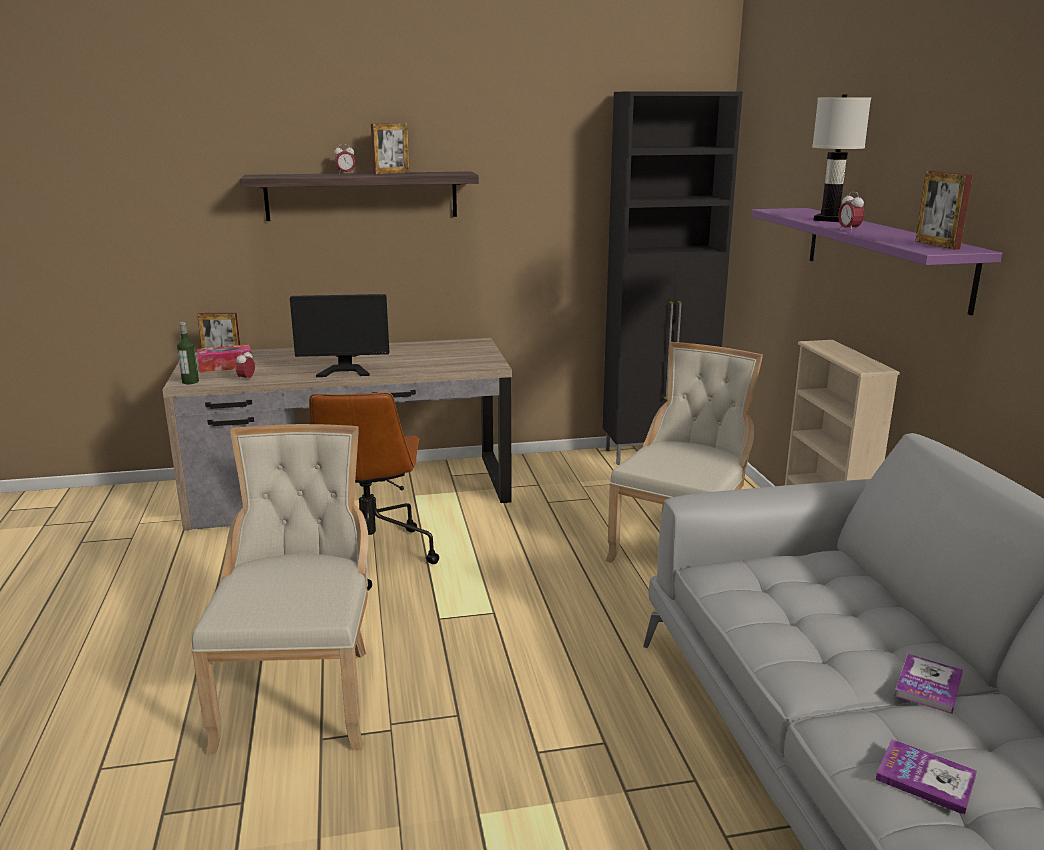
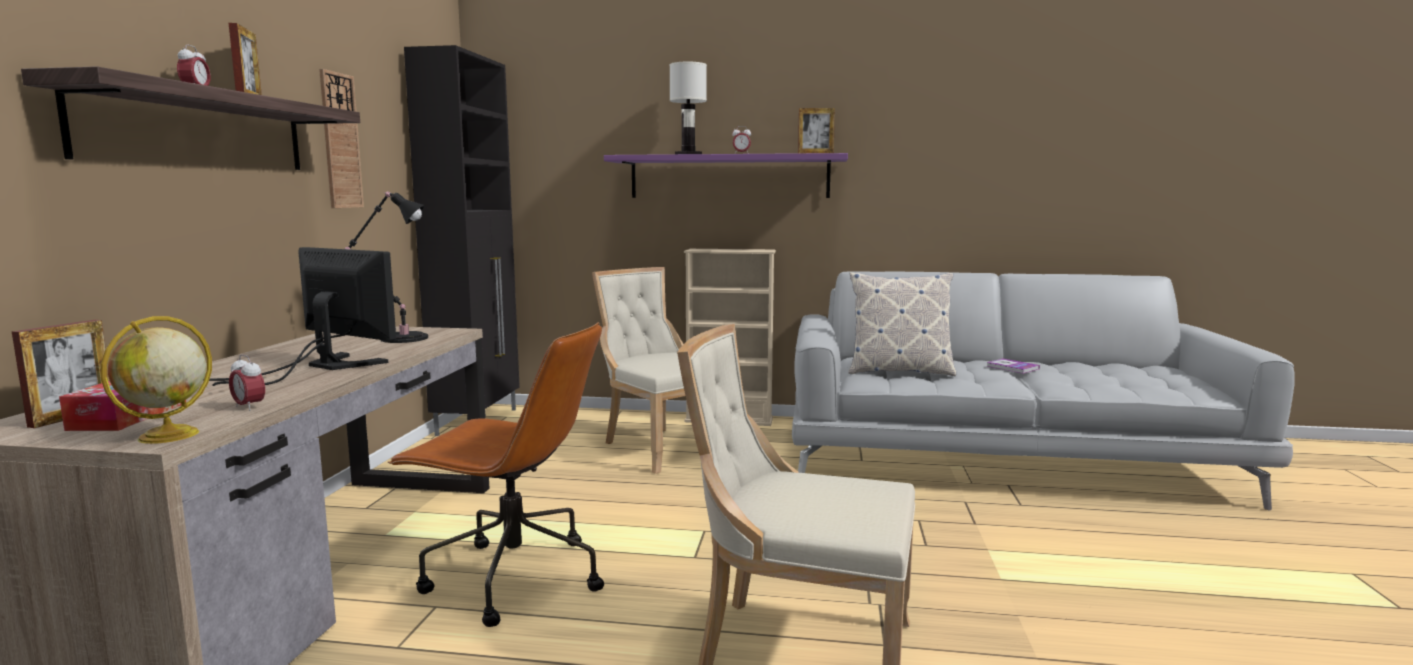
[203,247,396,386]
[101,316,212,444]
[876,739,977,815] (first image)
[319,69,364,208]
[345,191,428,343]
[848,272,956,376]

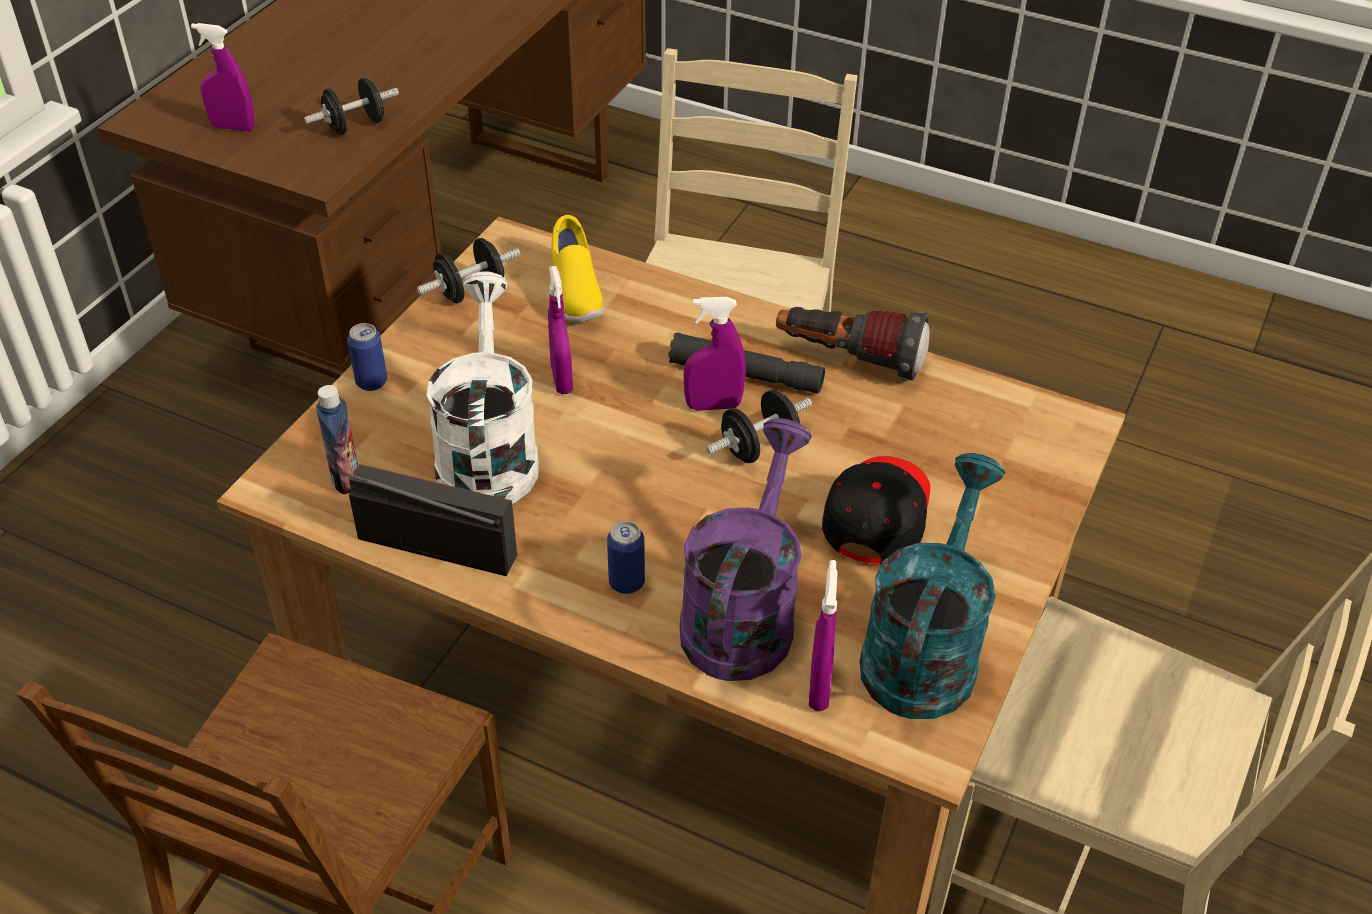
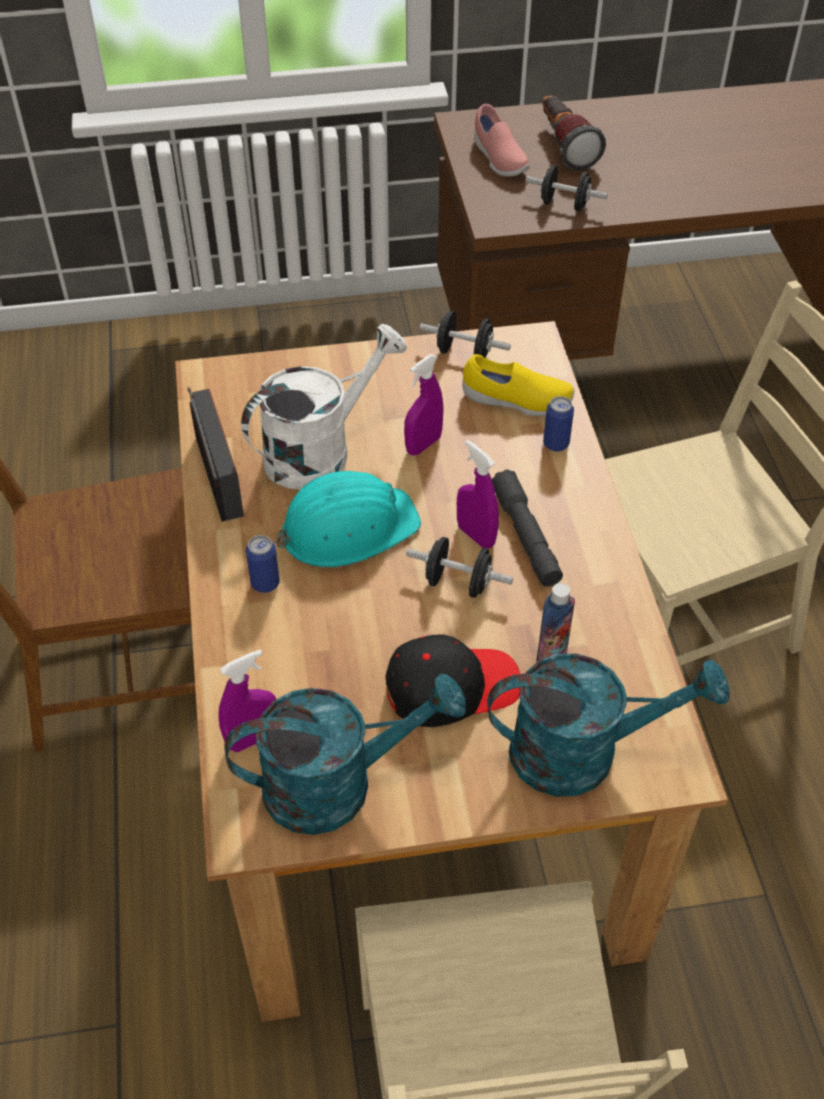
[474,104,529,177]
[462,354,575,416]
[542,95,606,171]
[543,396,574,452]
[536,583,575,663]
[680,418,812,681] (first image)
[275,471,421,568]
[487,654,730,797]

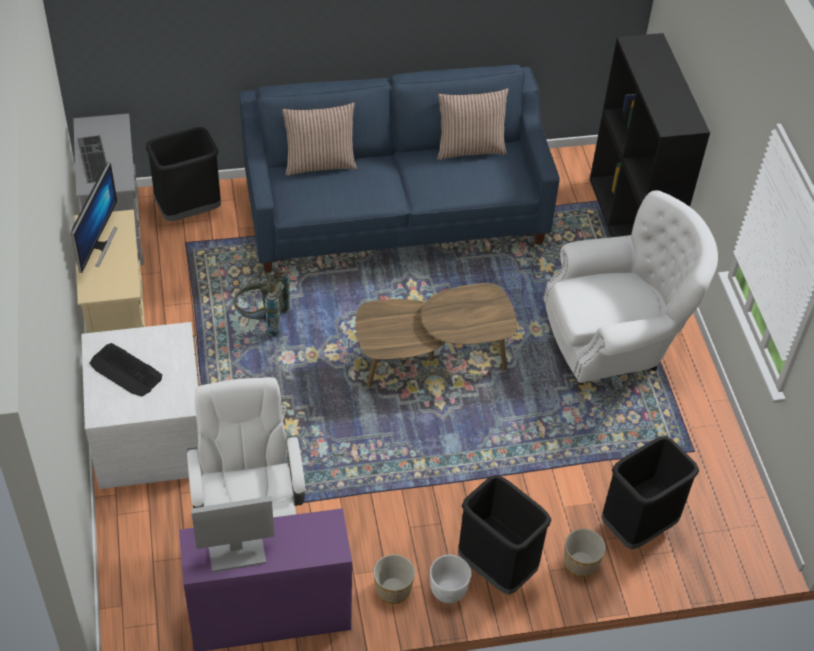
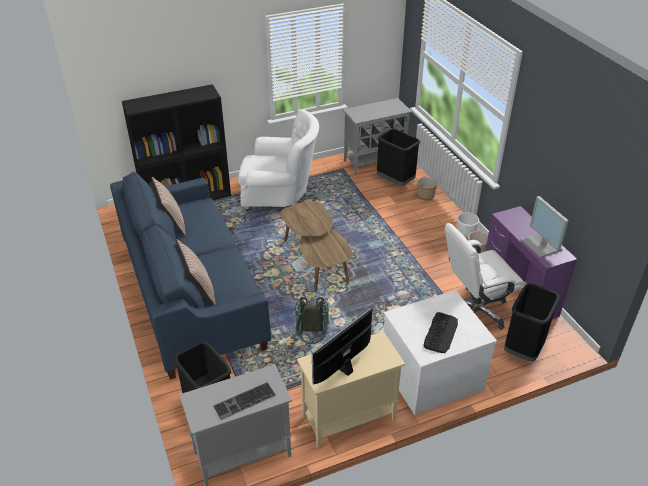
[312,308,372,384]
[238,109,319,211]
[504,283,560,362]
[343,98,412,174]

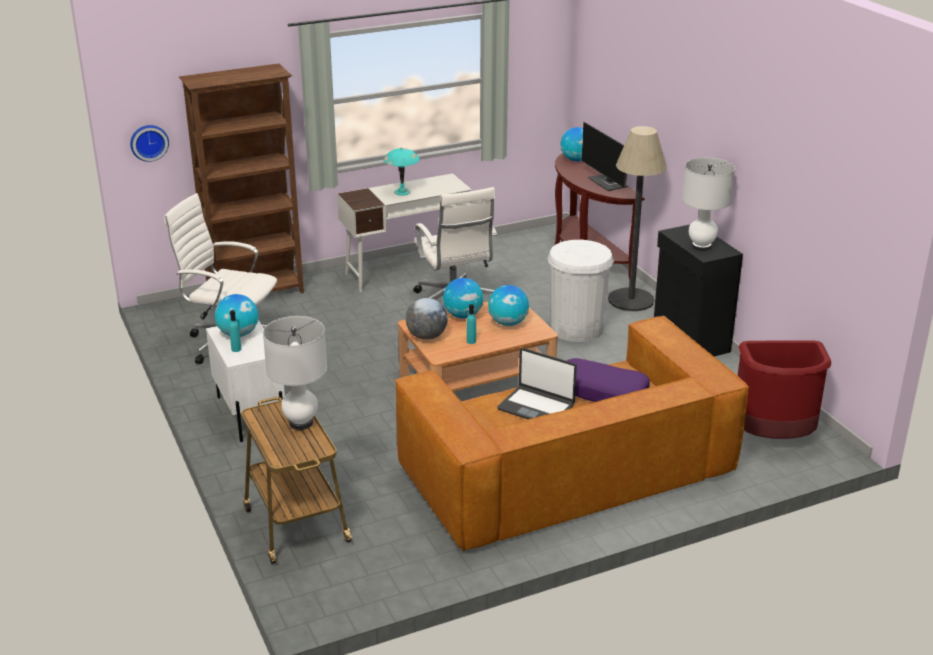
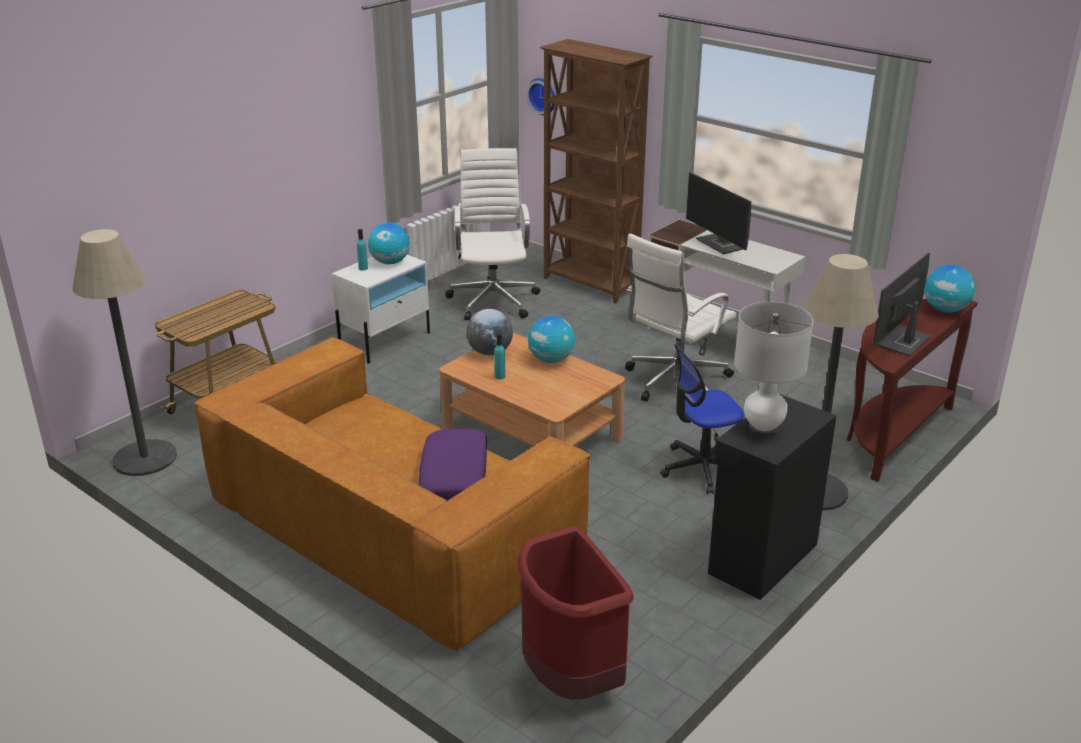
[686,172,751,254]
[660,344,744,494]
[488,285,529,326] (first image)
[263,316,327,430] (first image)
[497,348,577,419] (first image)
[73,229,177,476]

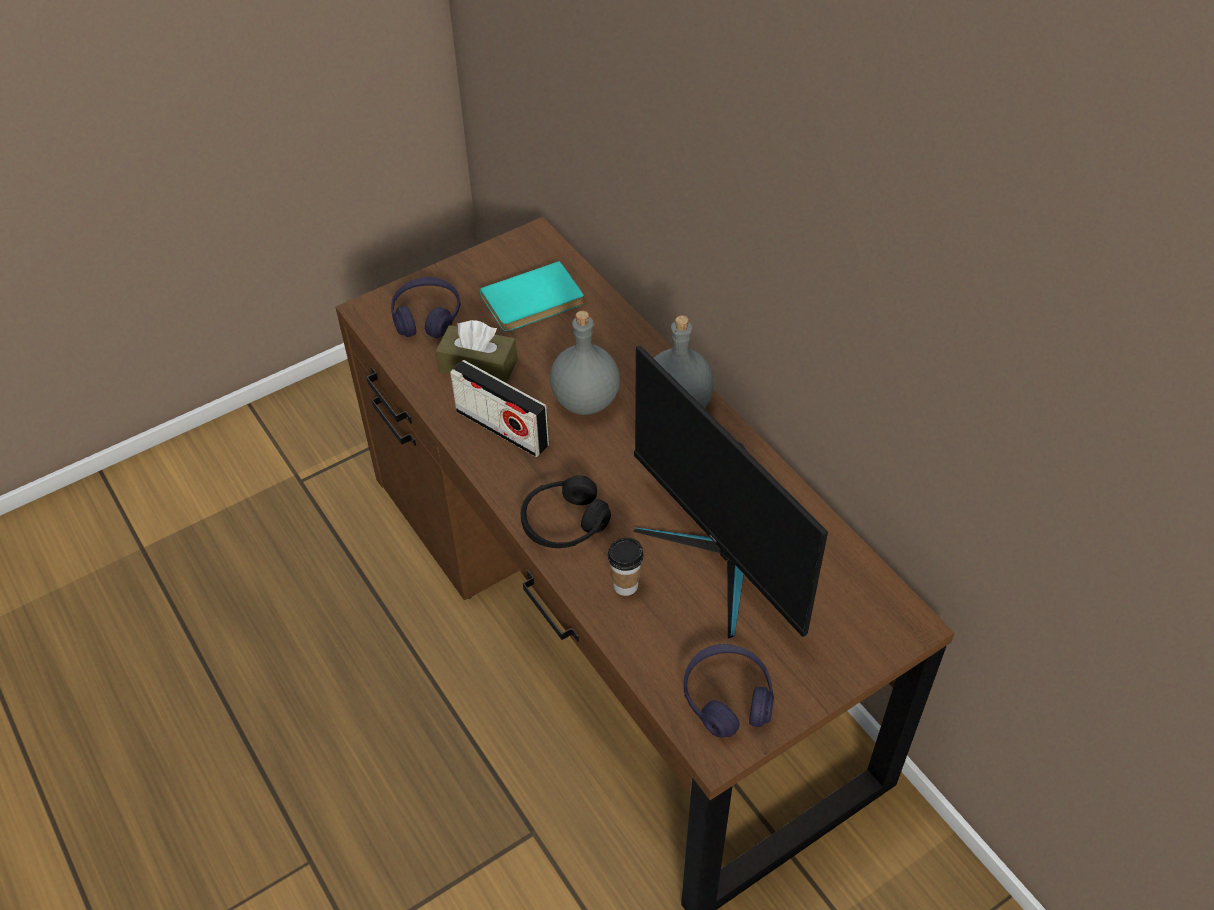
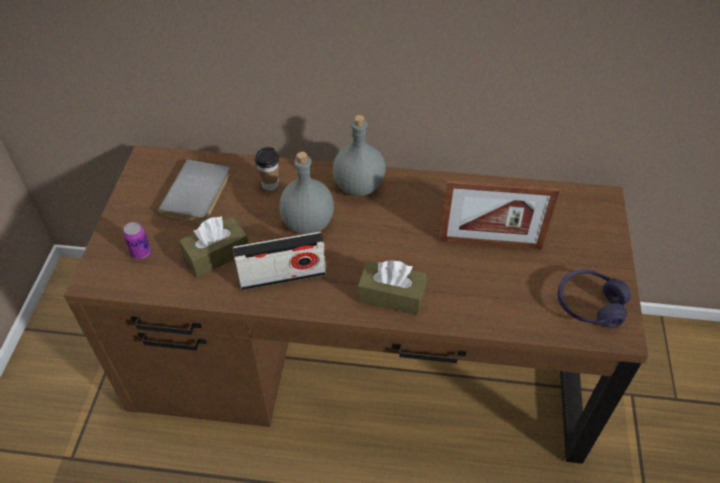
[158,159,231,223]
[123,222,151,259]
[439,180,560,250]
[358,260,427,315]
[255,147,279,191]

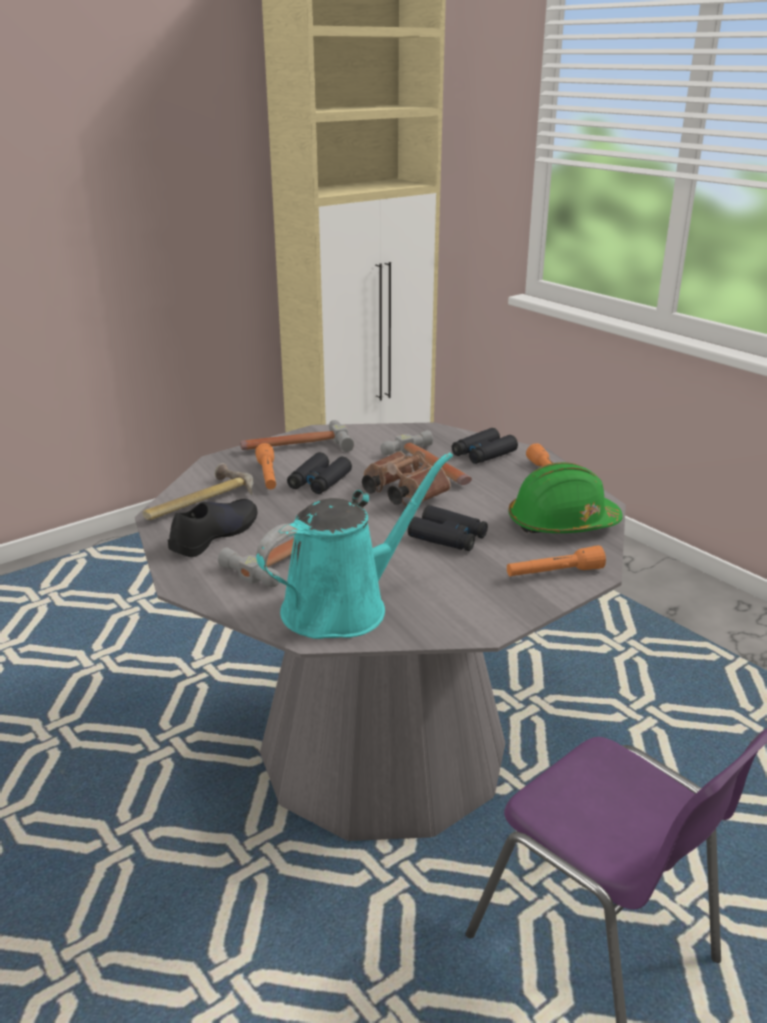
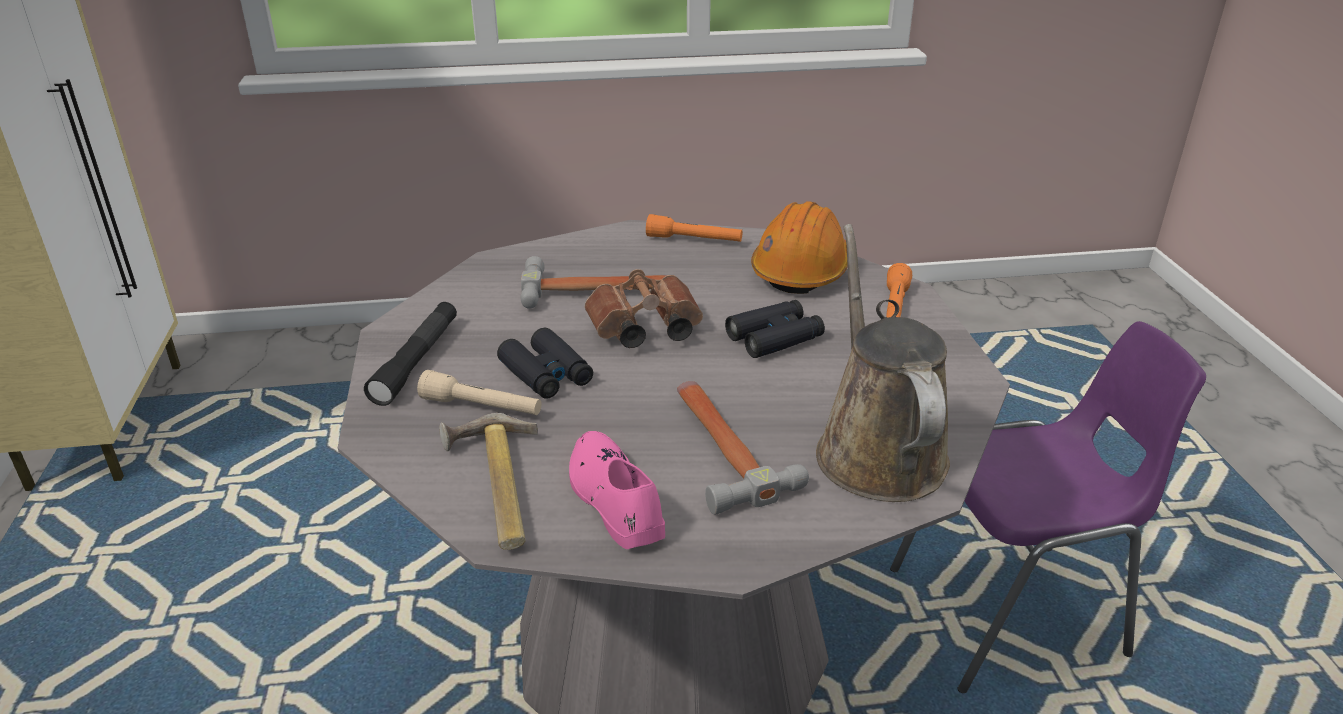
[364,302,457,406]
[452,428,518,464] (first image)
[417,370,542,415]
[816,224,950,502]
[751,201,848,294]
[569,431,665,549]

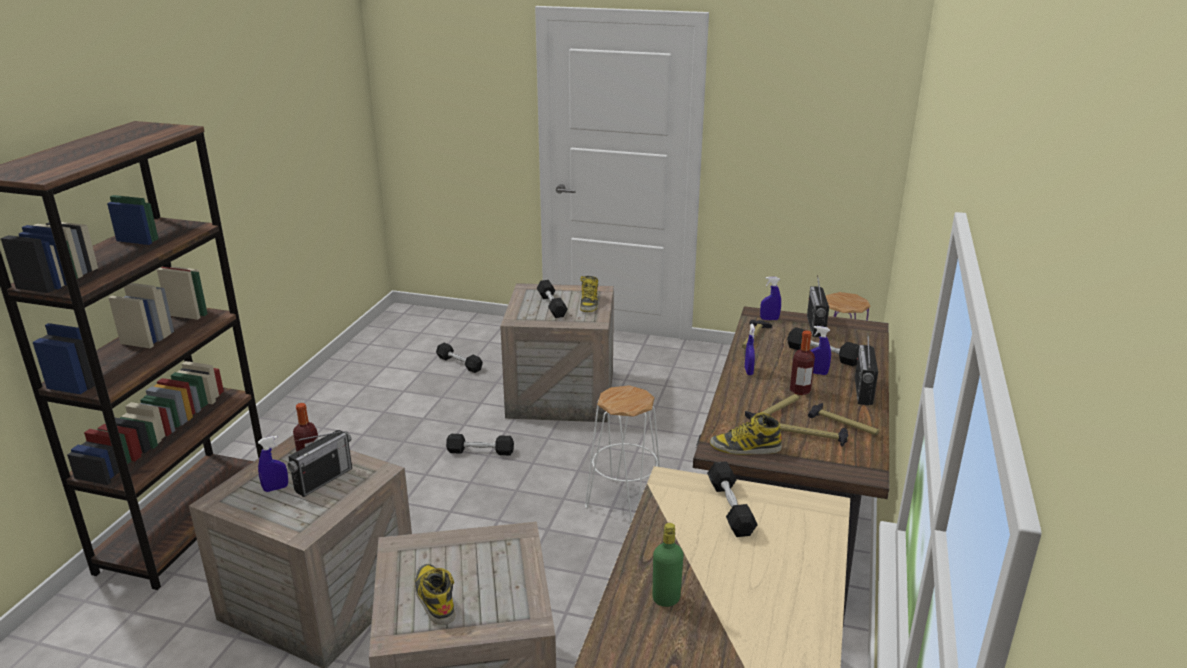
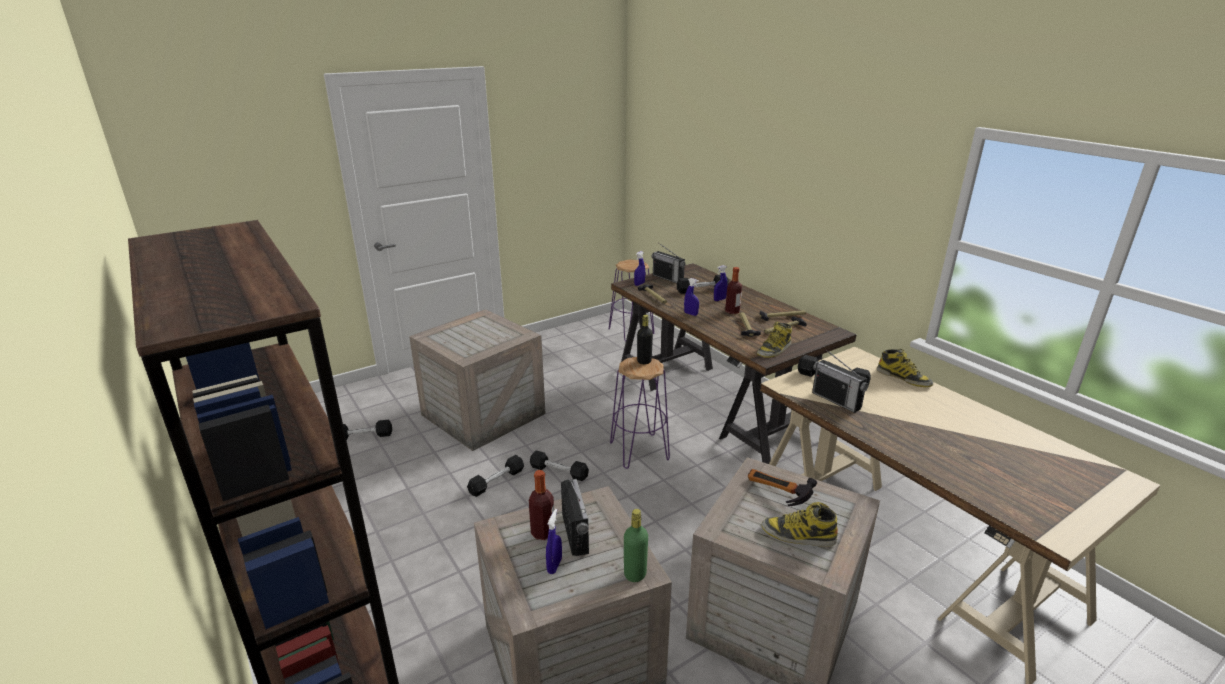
[877,348,933,387]
[530,450,589,481]
[812,350,869,413]
[610,357,670,469]
[624,509,648,582]
[637,315,653,364]
[748,469,817,506]

